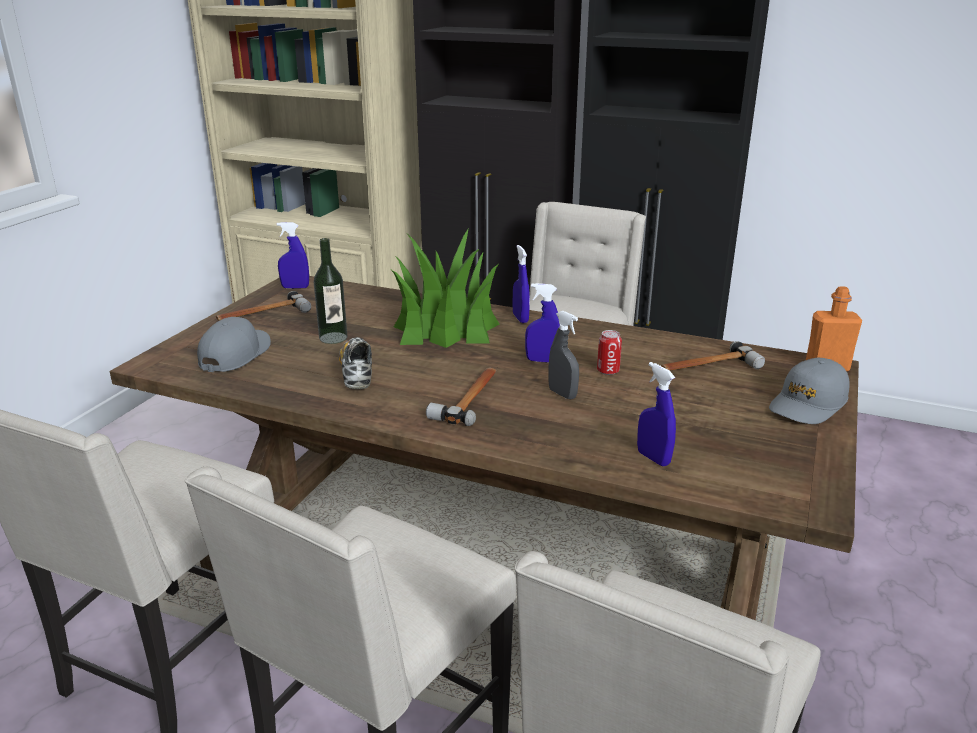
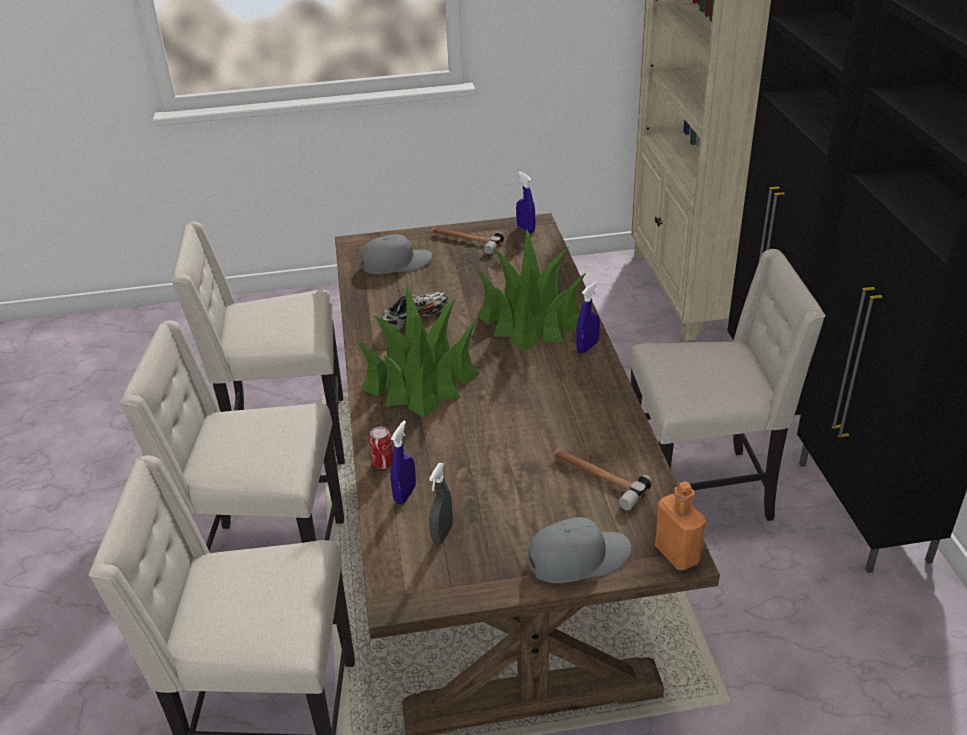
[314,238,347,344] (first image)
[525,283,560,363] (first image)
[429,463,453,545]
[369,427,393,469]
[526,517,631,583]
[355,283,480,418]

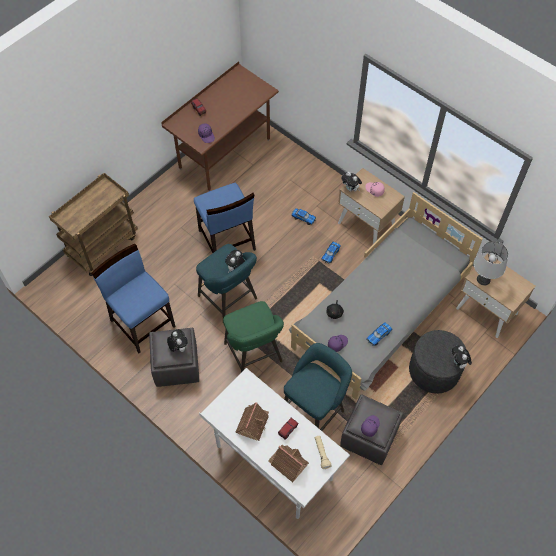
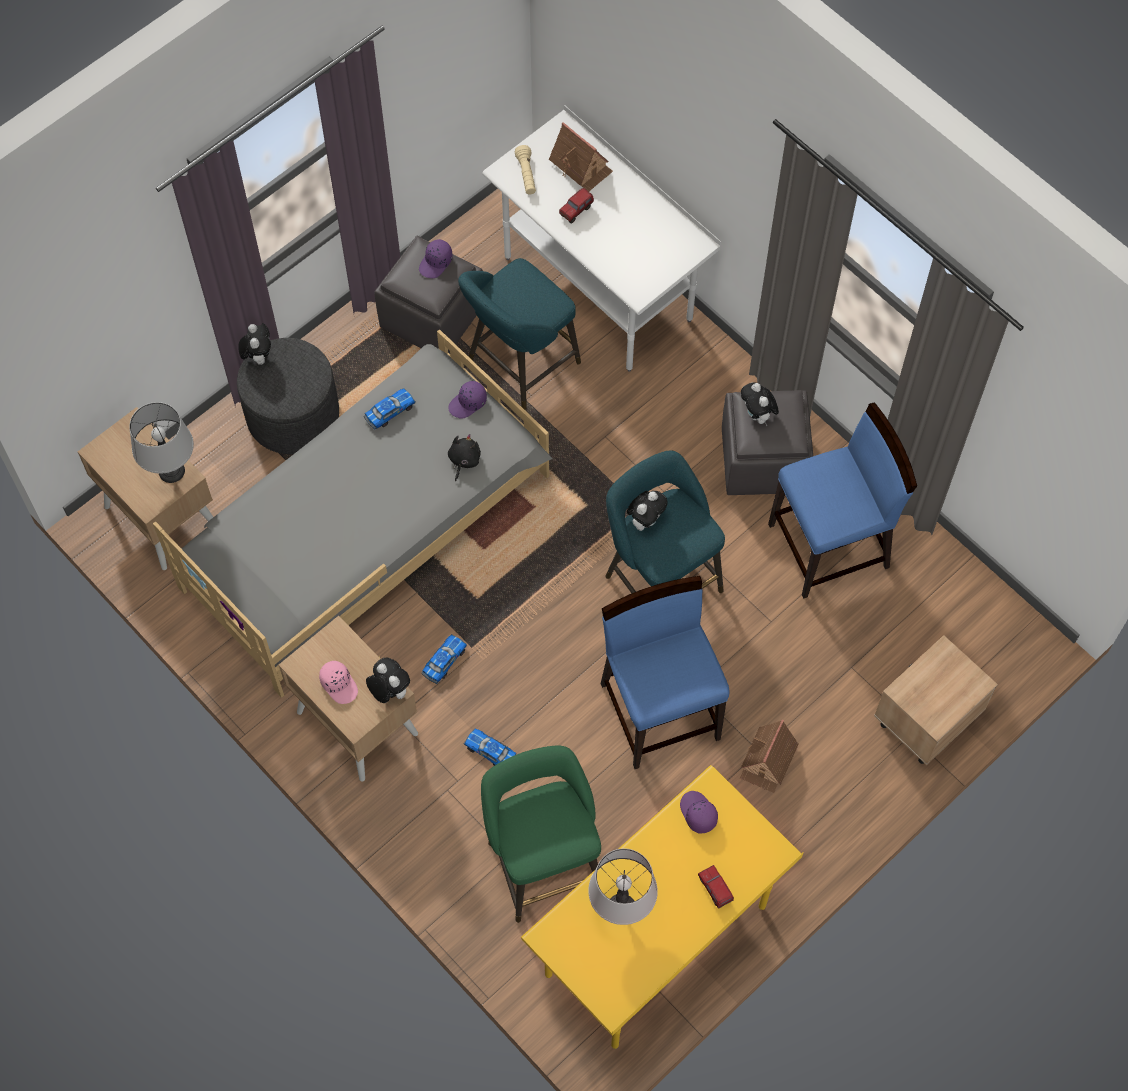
[521,765,804,1049]
[874,635,998,765]
[768,402,917,599]
[481,746,601,923]
[740,719,799,793]
[588,849,658,925]

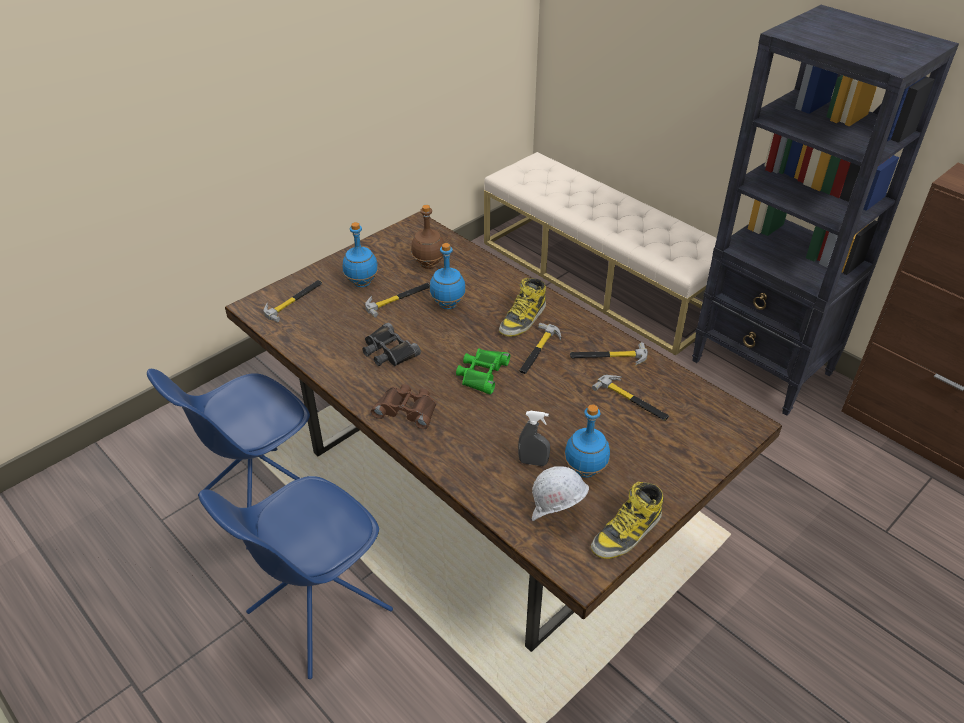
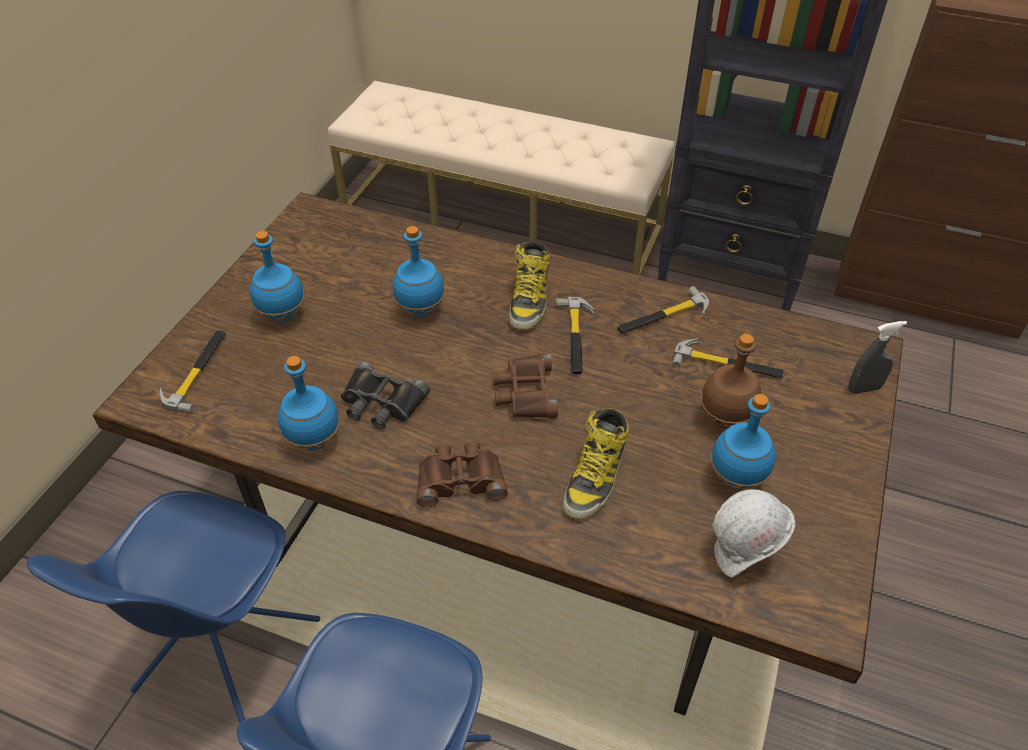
[701,334,761,428]
[365,283,430,317] (first image)
[493,353,558,418]
[848,321,907,394]
[562,408,629,520]
[278,356,340,451]

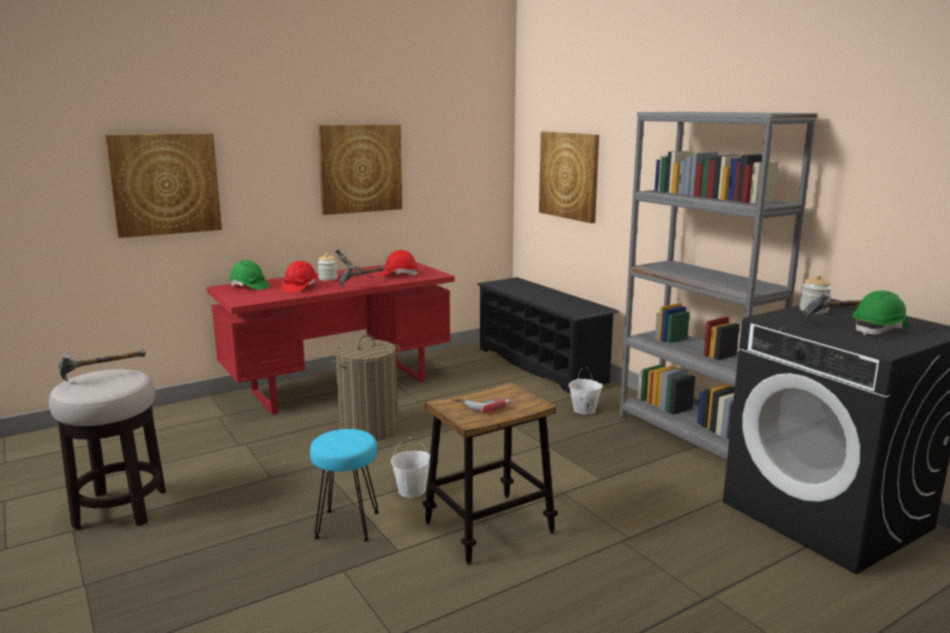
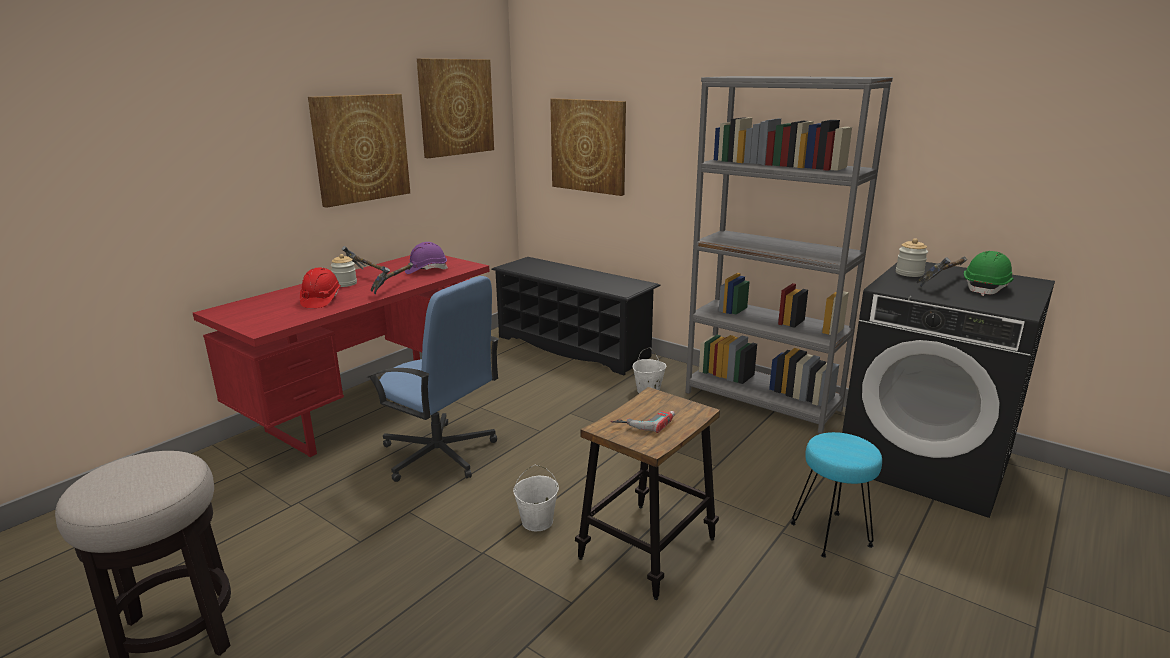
[417,59,494,158]
[405,242,448,274]
[229,260,269,290] (first image)
[367,276,499,482]
[59,349,146,382] (first image)
[790,432,882,558]

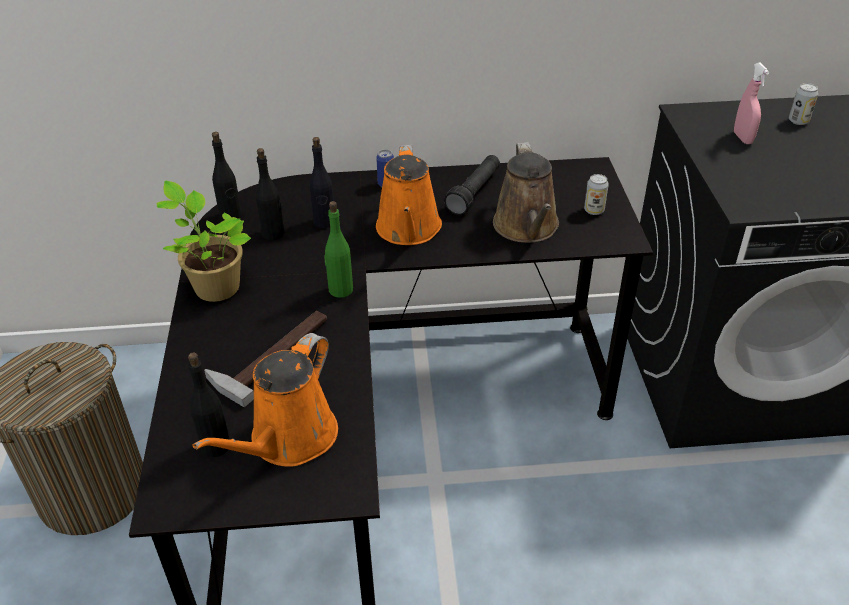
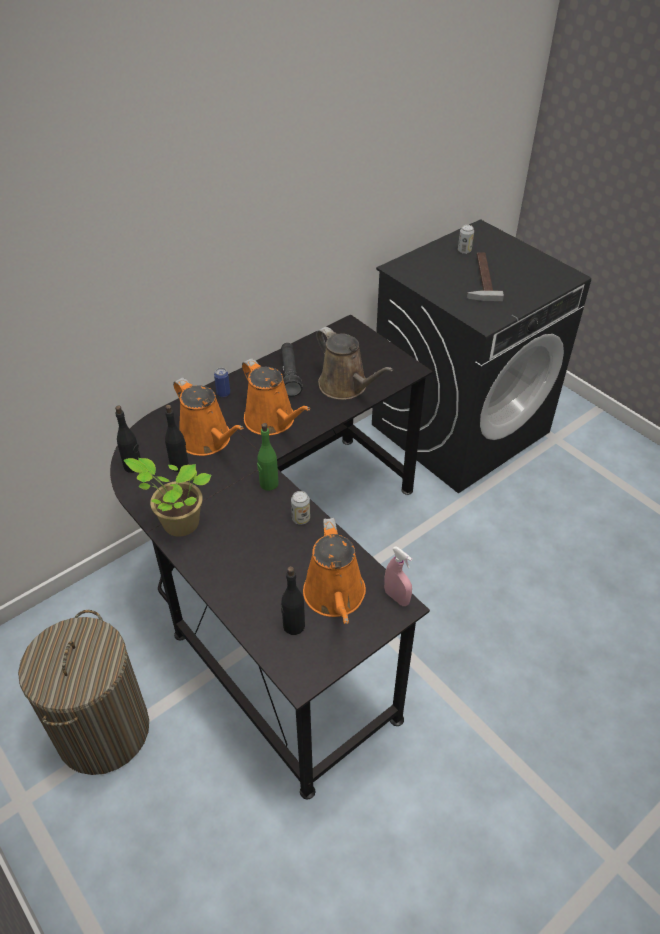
[384,546,412,606]
[173,378,244,456]
[291,491,310,525]
[467,252,504,301]

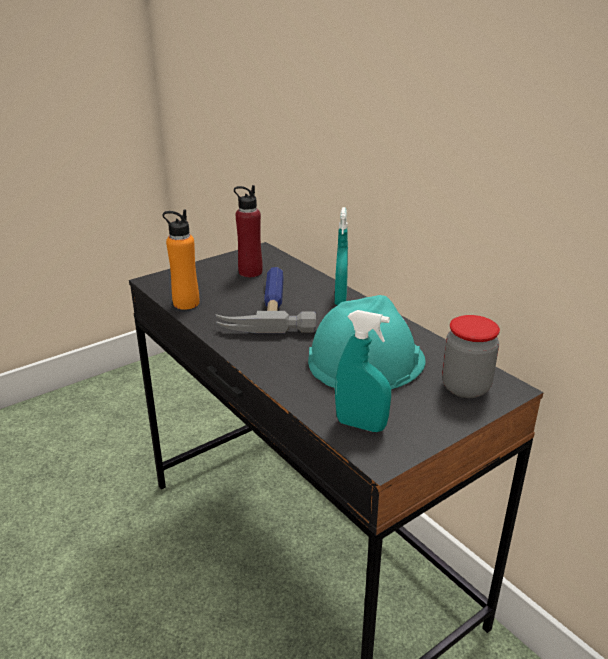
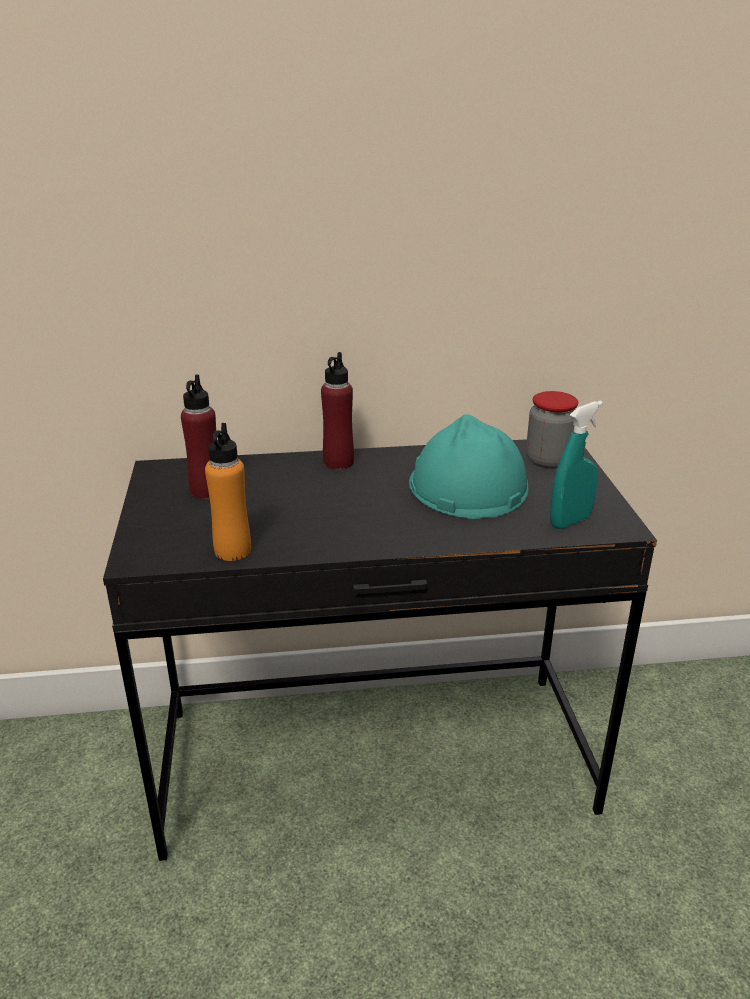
[321,352,354,469]
[216,267,316,333] (first image)

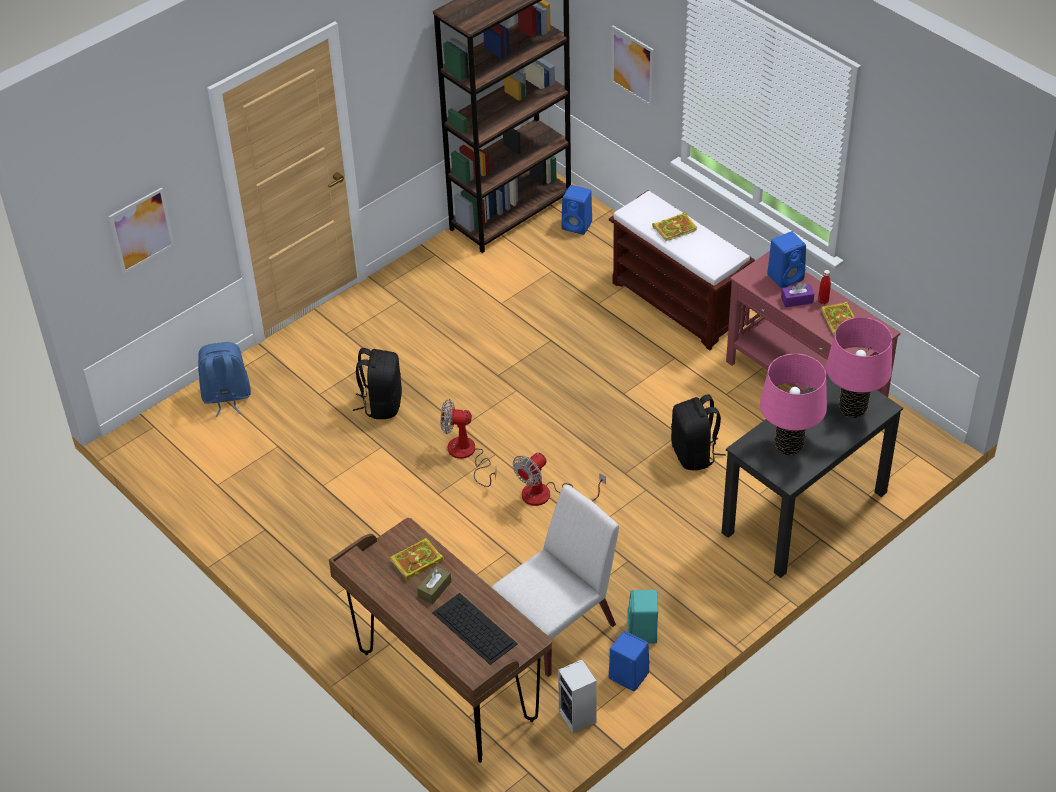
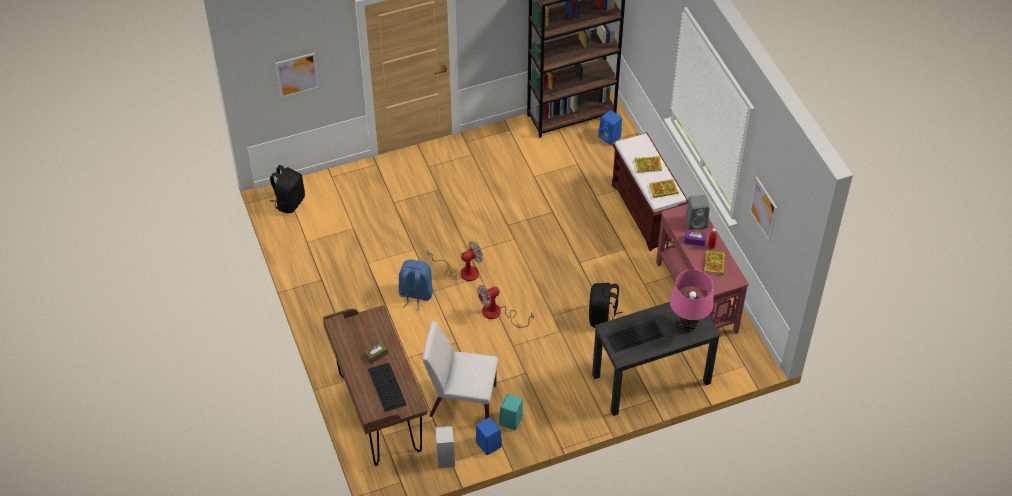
[750,177,777,242]
[685,195,710,230]
[399,260,433,310]
[270,165,305,213]
[606,320,664,353]
[427,242,483,281]
[423,321,498,419]
[649,179,679,198]

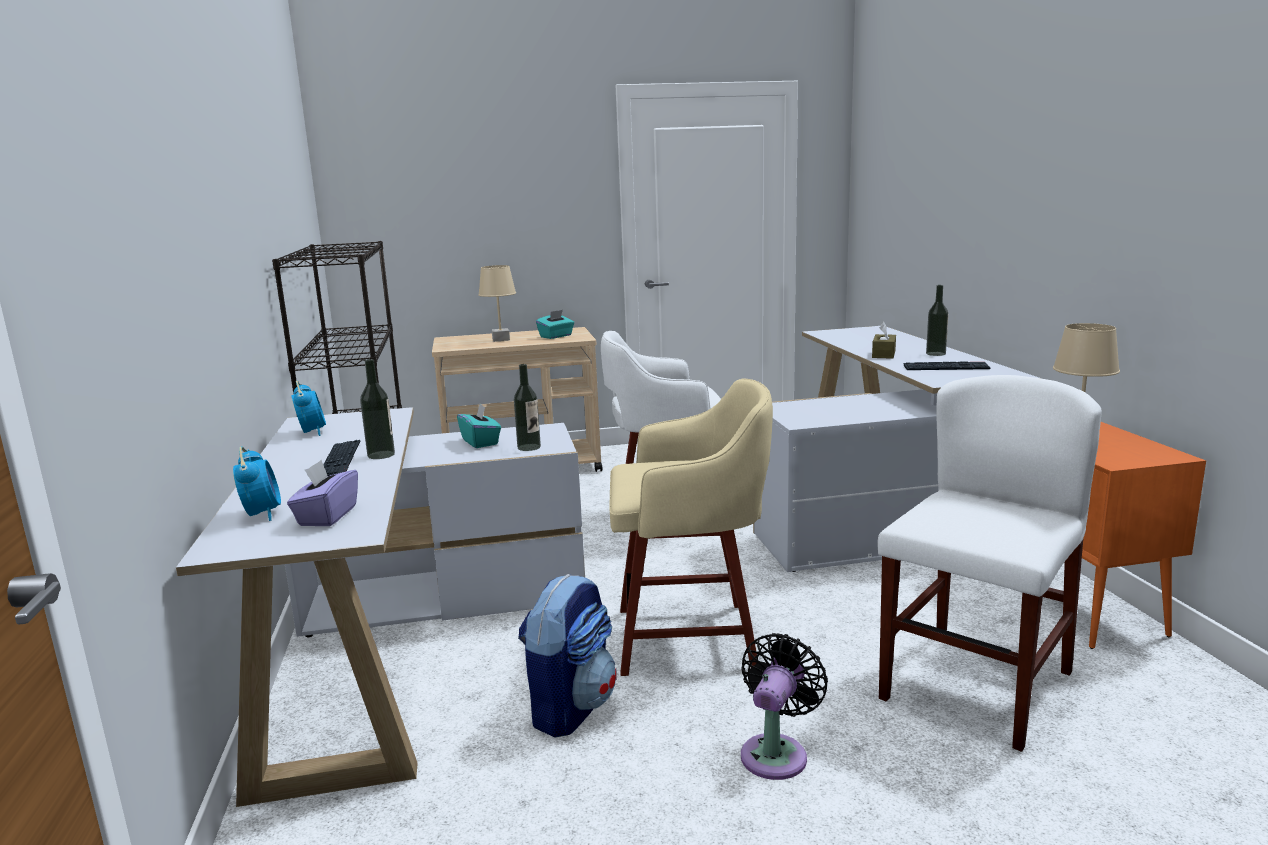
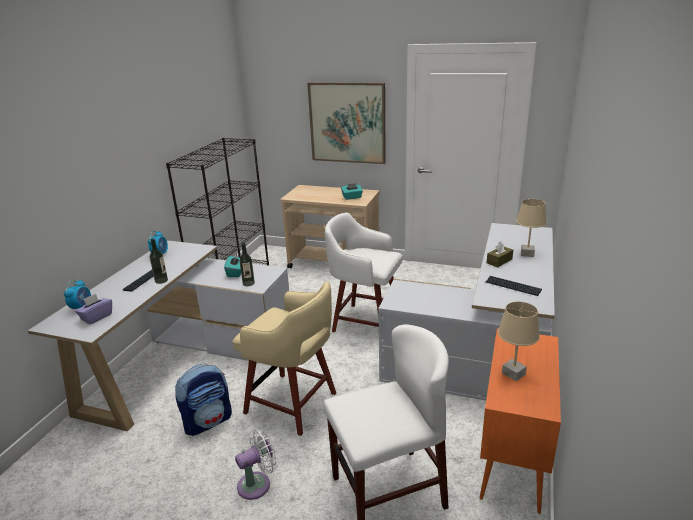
[516,199,547,257]
[926,285,948,356] (first image)
[235,429,277,500]
[307,82,386,164]

